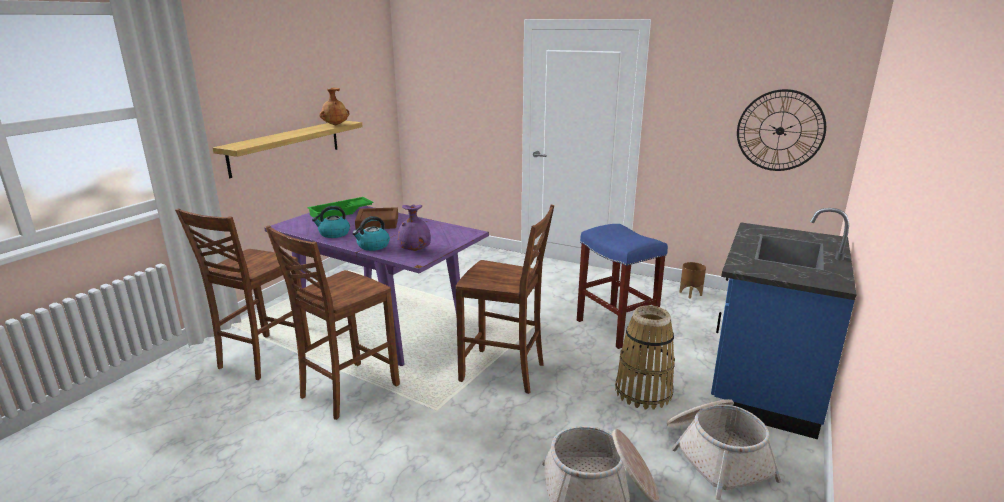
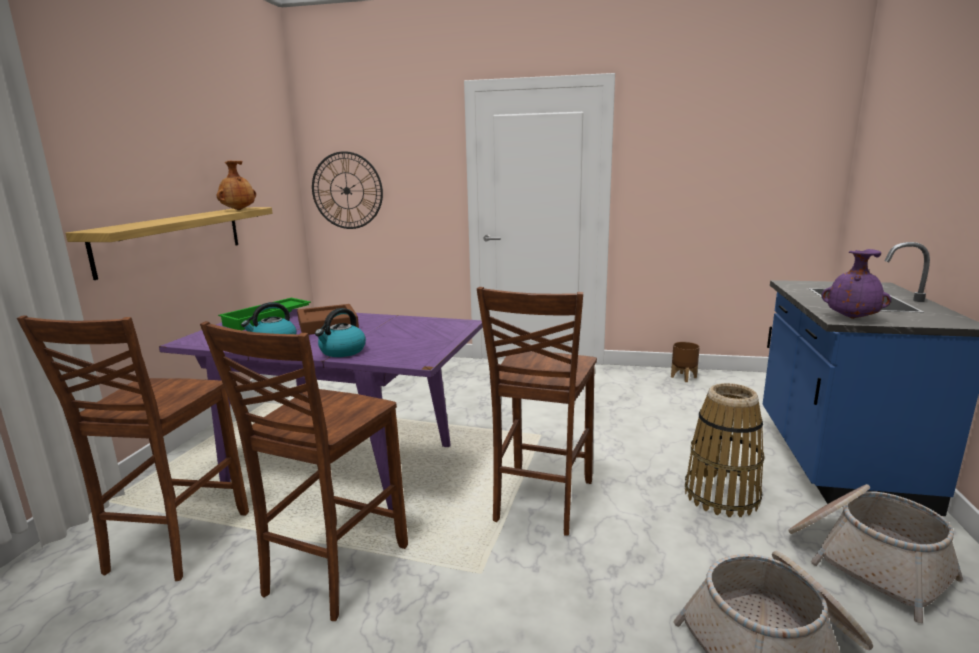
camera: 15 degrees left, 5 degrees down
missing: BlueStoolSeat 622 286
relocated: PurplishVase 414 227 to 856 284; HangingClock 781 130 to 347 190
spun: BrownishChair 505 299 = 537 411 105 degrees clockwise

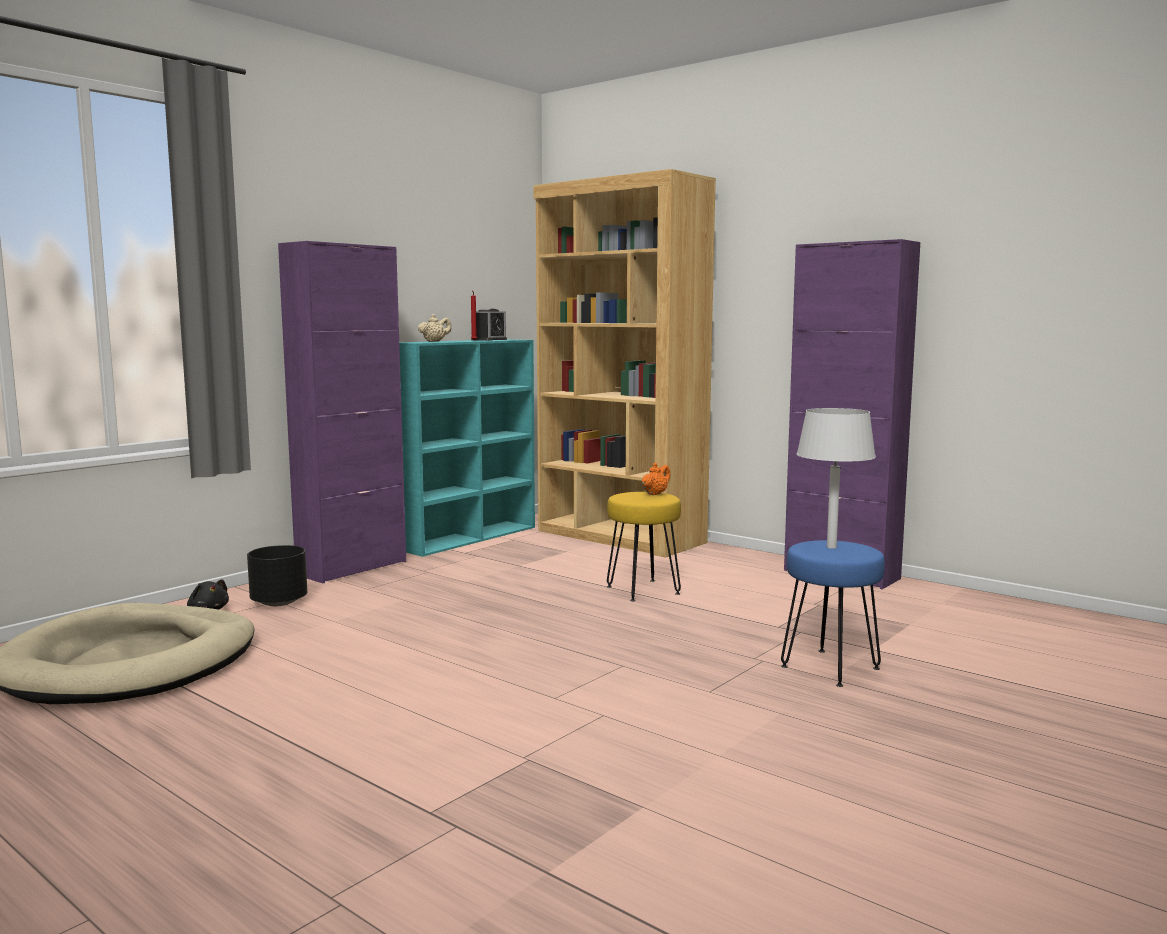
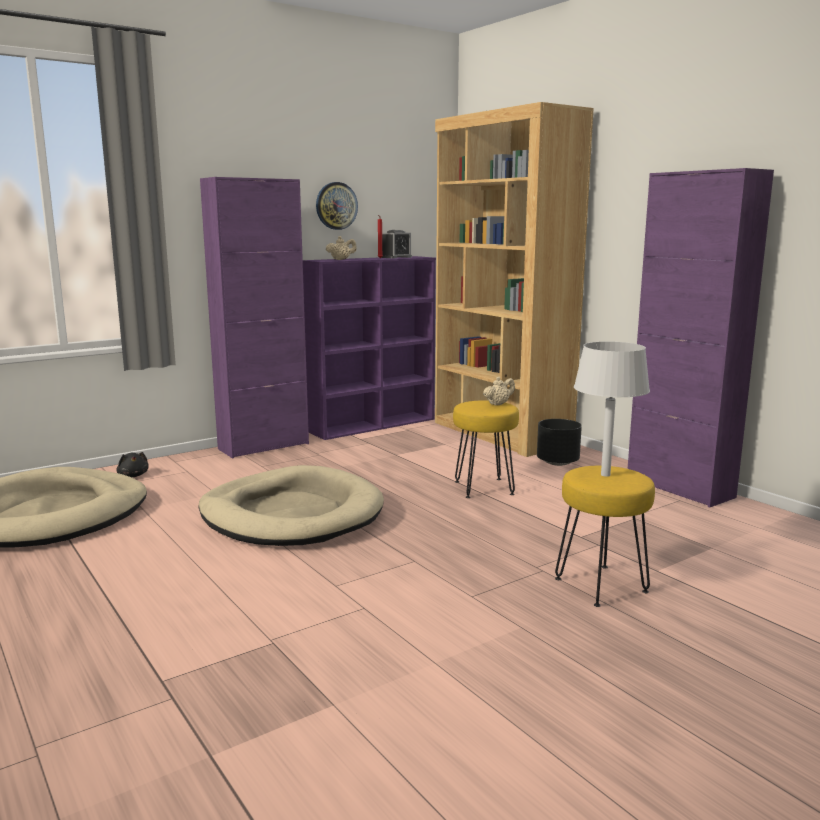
camera: 15 degrees right, 5 degrees up
appeared: SandColouredDogBed 291 505; HangingClock 337 206
relocated: BlackishPlanter 277 575 to 559 442
colour: TurquoiseShelvingUnit 467 448 to PurplishShelvingUnit 369 348; OrangeTeapot 656 479 to SandColouredTeapot 499 391; BlueStoolSeat 833 613 to YellowStoolSeat 605 536

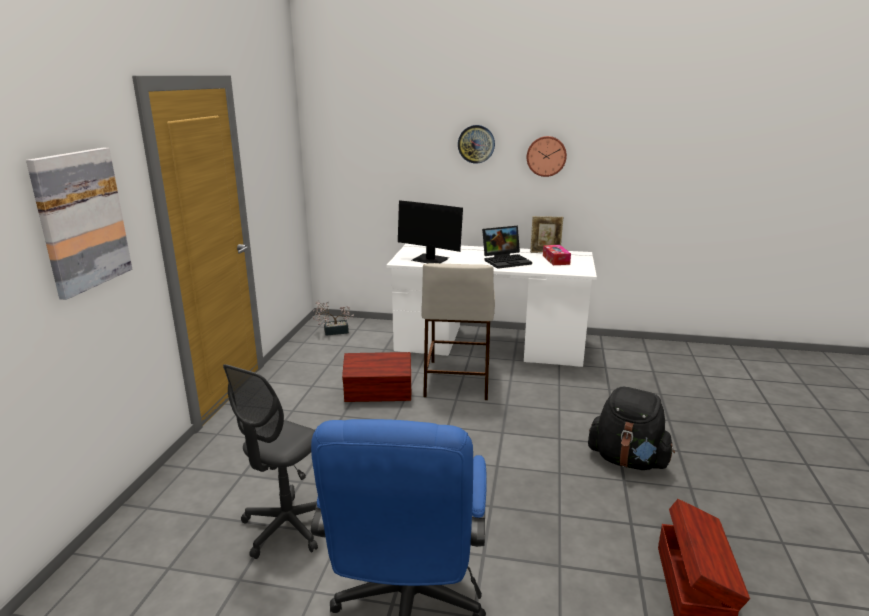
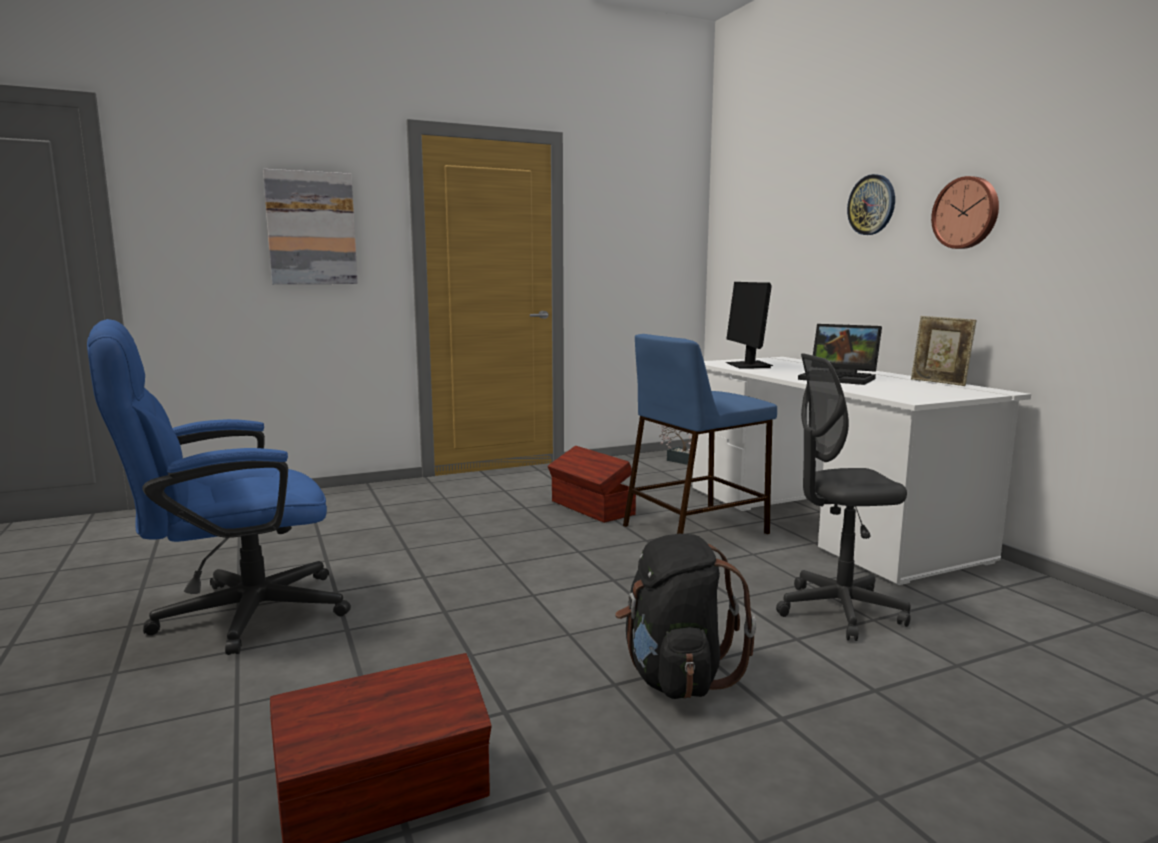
camera: 55 degrees right, 10 degrees down
missing: TissueHolder 557 255
relocated: GreyOfficeChair 270 461 to 843 497
colour: SandColouredStoolSeat 458 331 to BlueStoolSeat 700 434

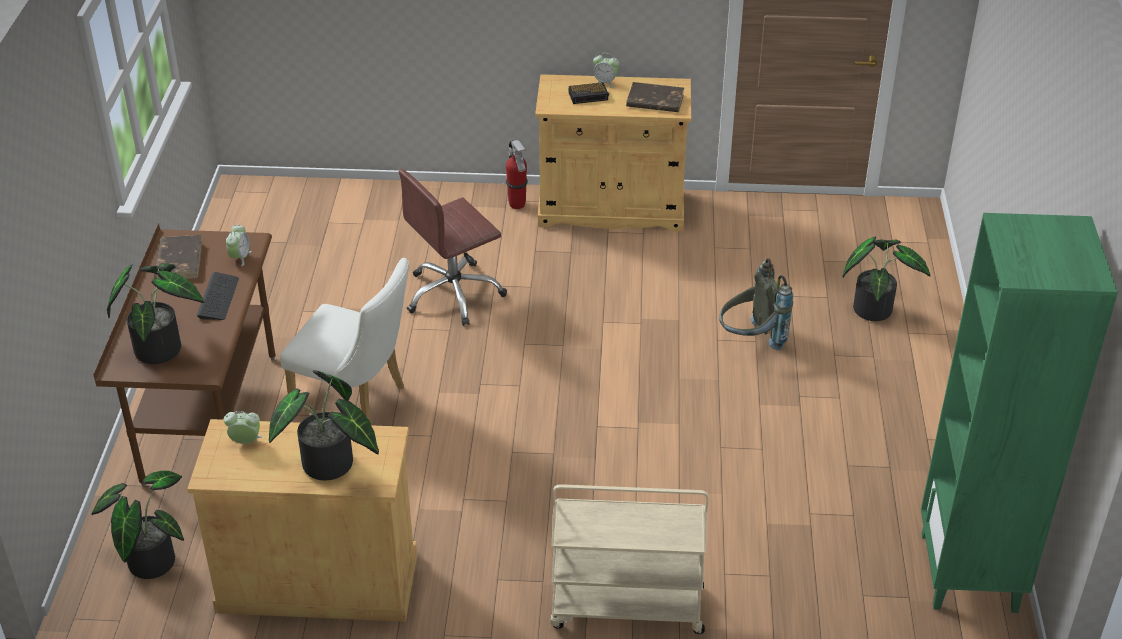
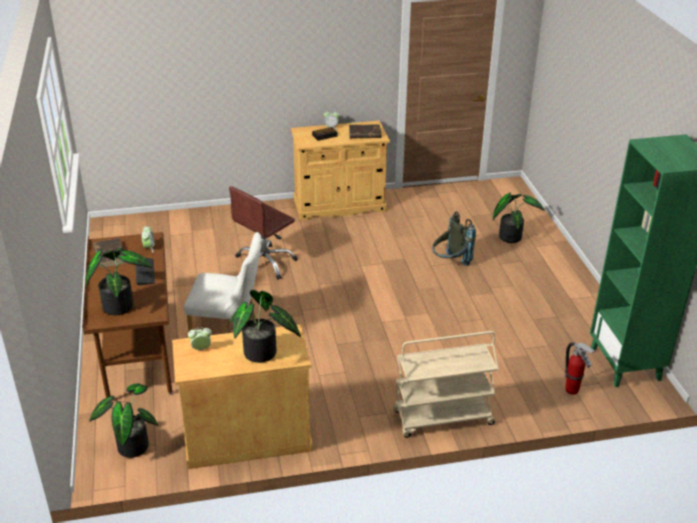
camera: 15 degrees left, 5 degrees down
relocated: Extinguisher 517 174 to 580 369

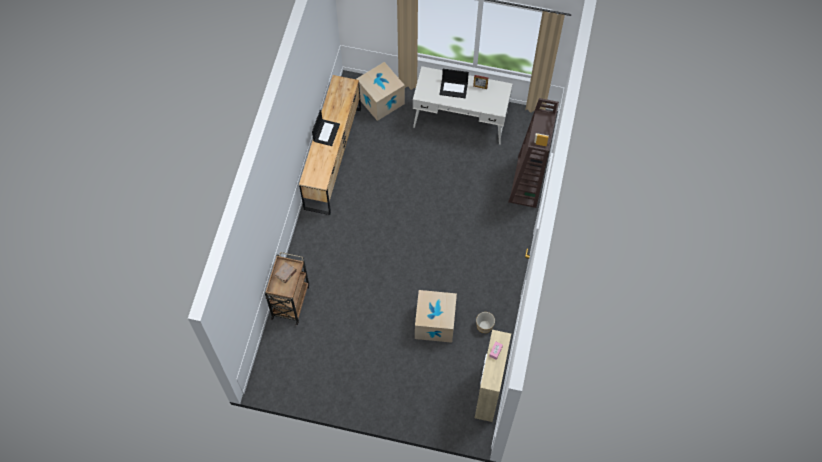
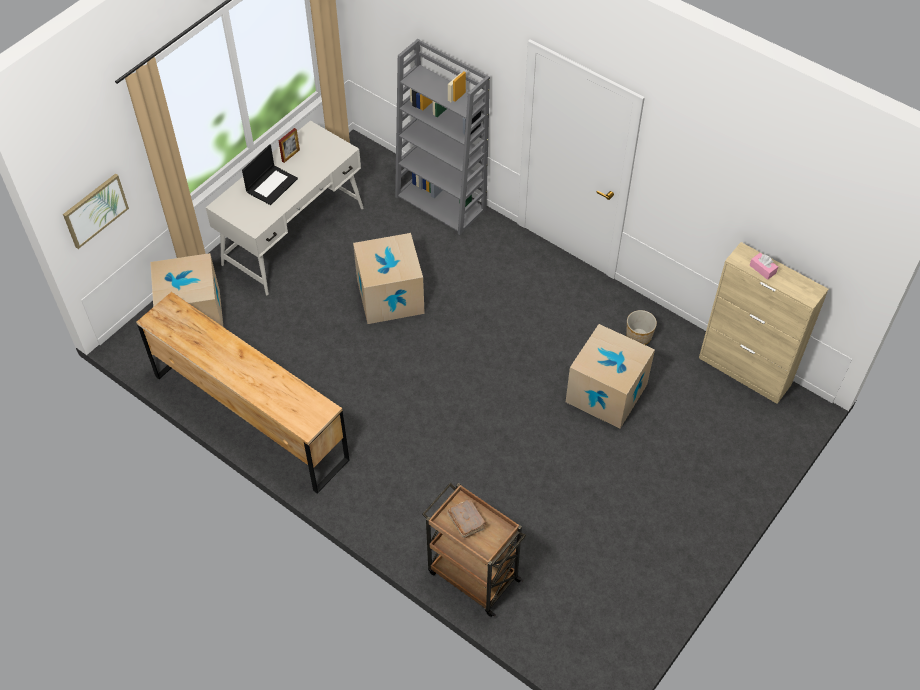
camera: 65 degrees left, 10 degrees down
missing: NotebookComputer 326 128
appeared: WallArt 96 211; CardboardBox 389 278
colour: BrownishShelvingUnit 533 153 to GreyShelvingUnit 442 137

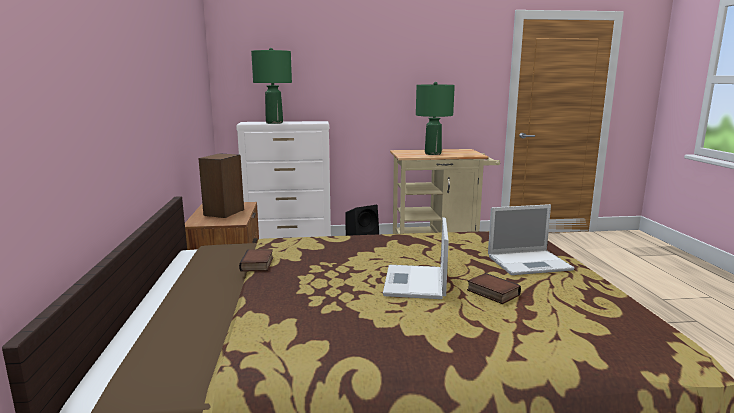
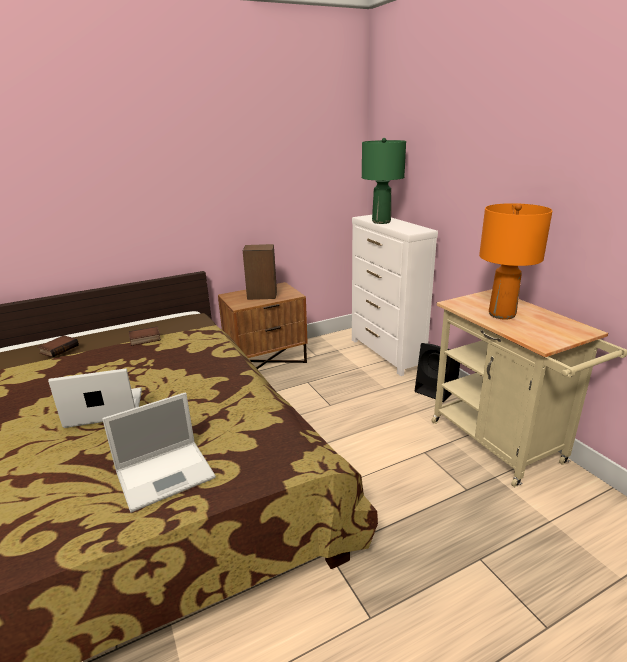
camera: 70 degrees right, 10 degrees up
relocated: BoundBook 494 288 to 58 346
colour: GreenishTabletopLamp 435 118 to OrangeTabletopLamp 516 261
spun: NotebookComputer 531 239 = 159 452 90 degrees counterclockwise

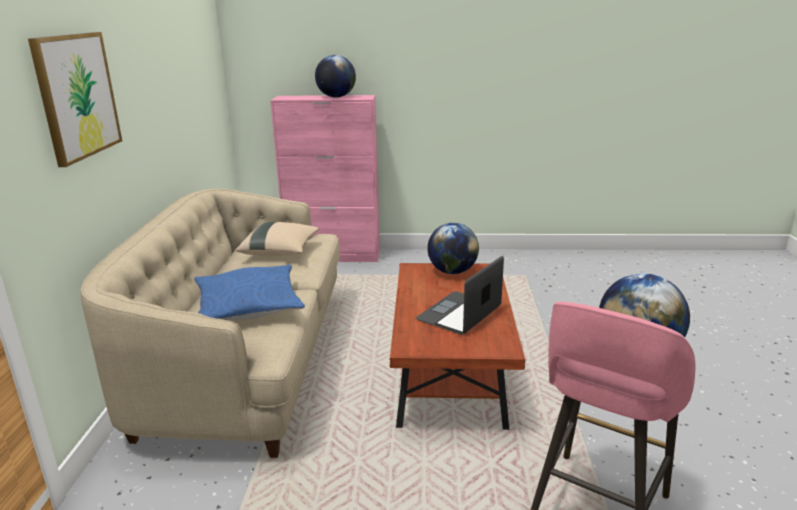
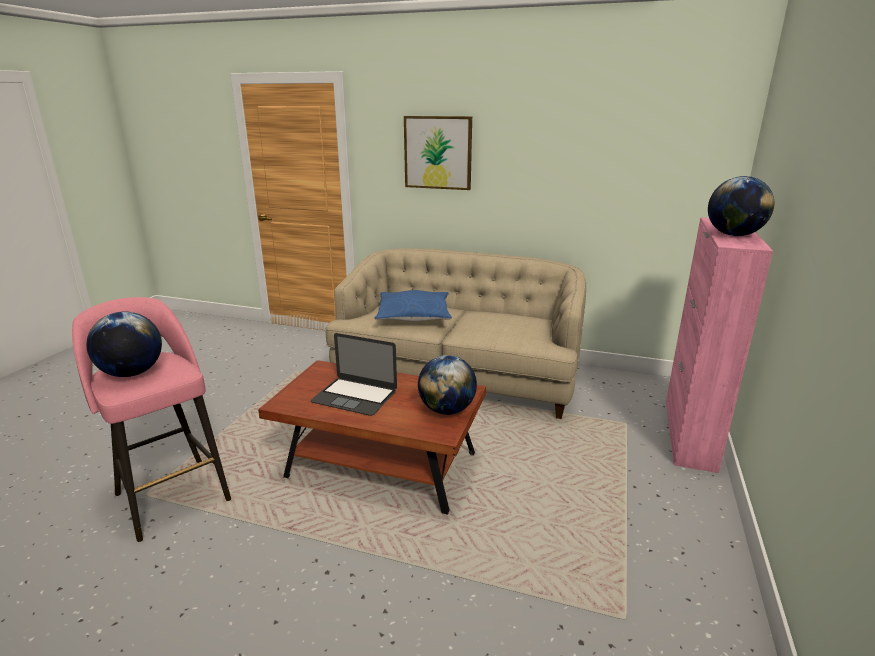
camera: 105 degrees right, 0 degrees up
missing: SandColouredPillow 277 239
spun: NotebookComputer 460 295 = 353 374 150 degrees clockwise

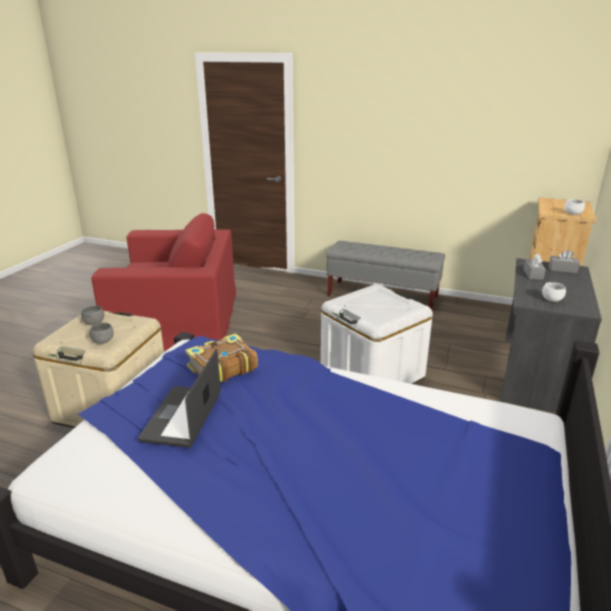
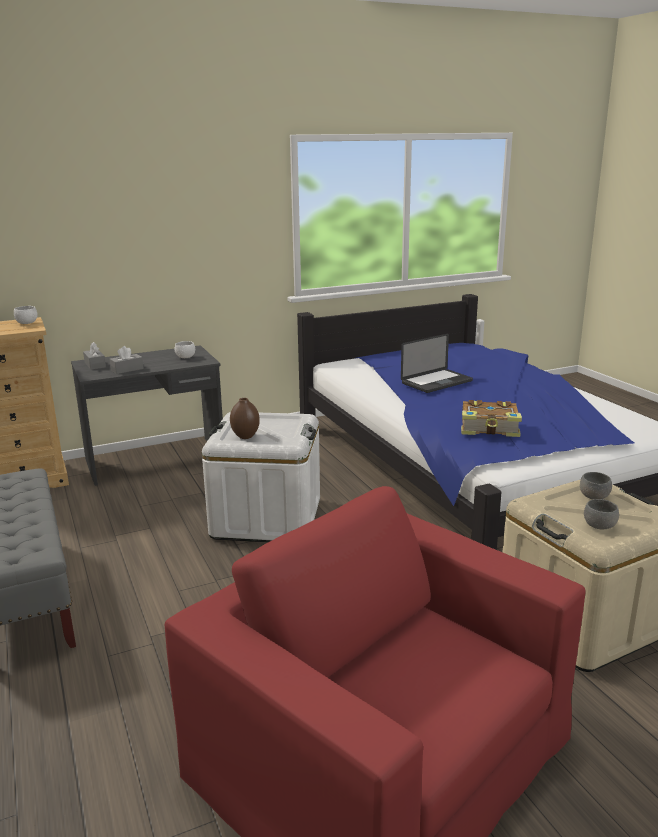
camera: 135 degrees left, 5 degrees down
appeared: BrownishVase 245 418
relocated: NotebookComputer 179 398 to 437 363

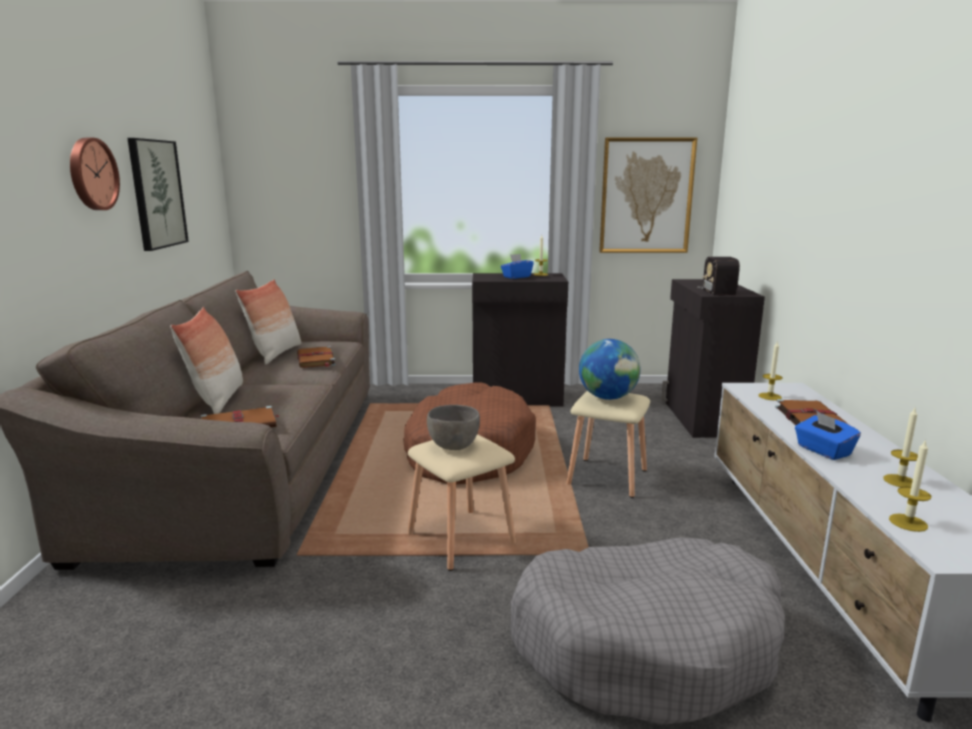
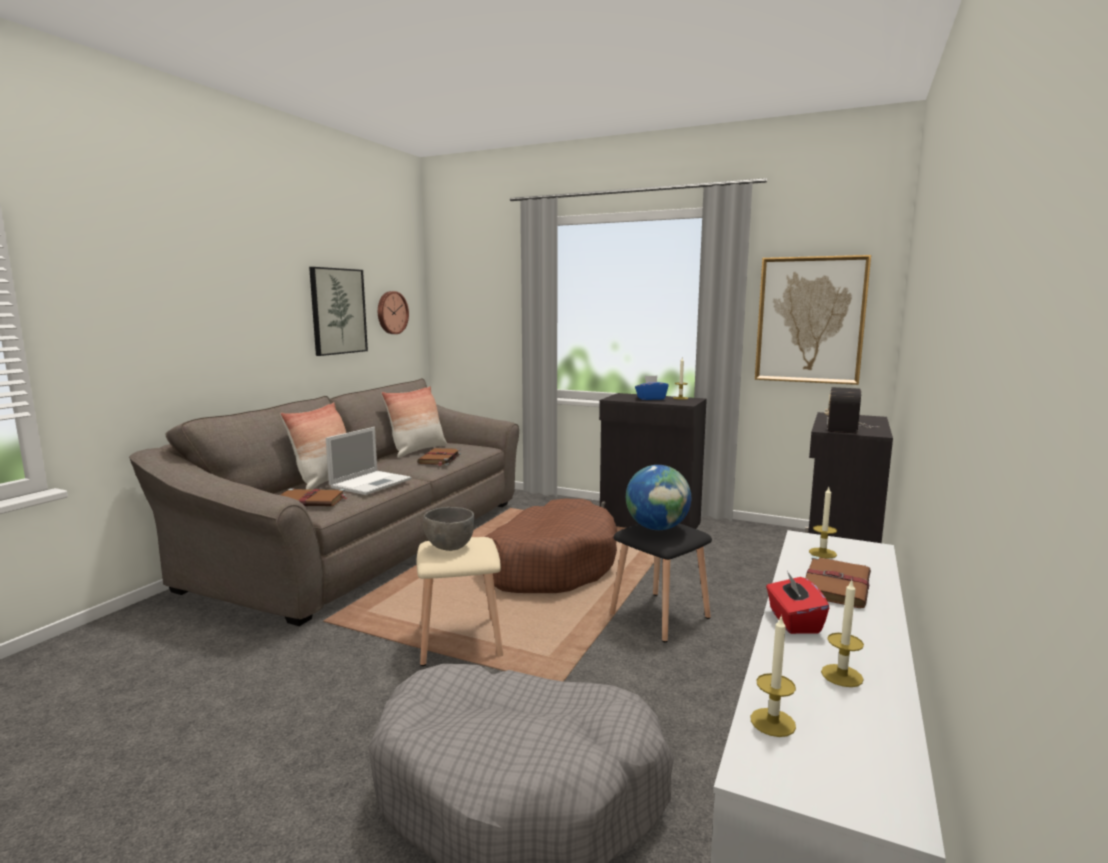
camera: 25 degrees right, 5 degrees down
appeared: NotebookComputer 368 461
relocated: HangingClock 95 174 to 393 312
colour: SandColouredStoolSeat 608 444 to BlackishStoolSeat 661 582; BlueTissueHolder 828 435 to ReddishTissueHolder 797 602

